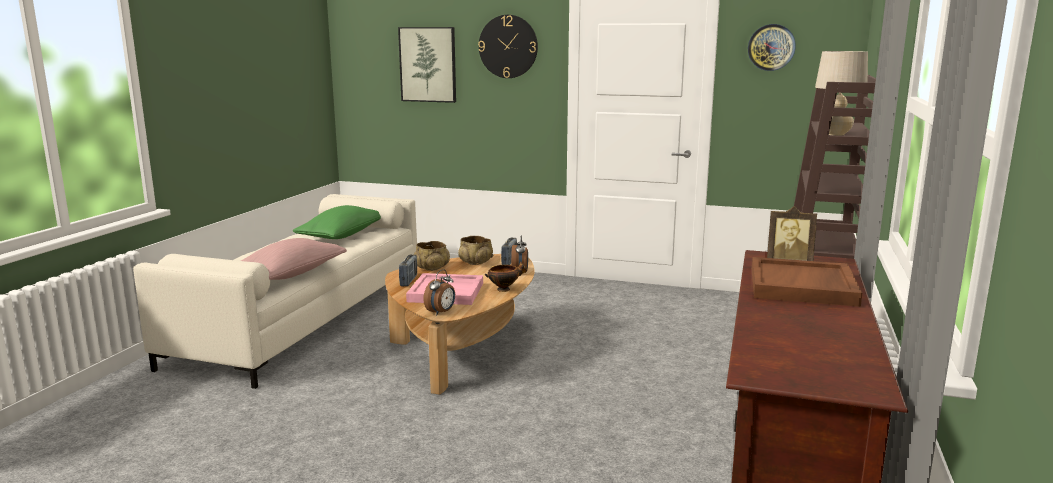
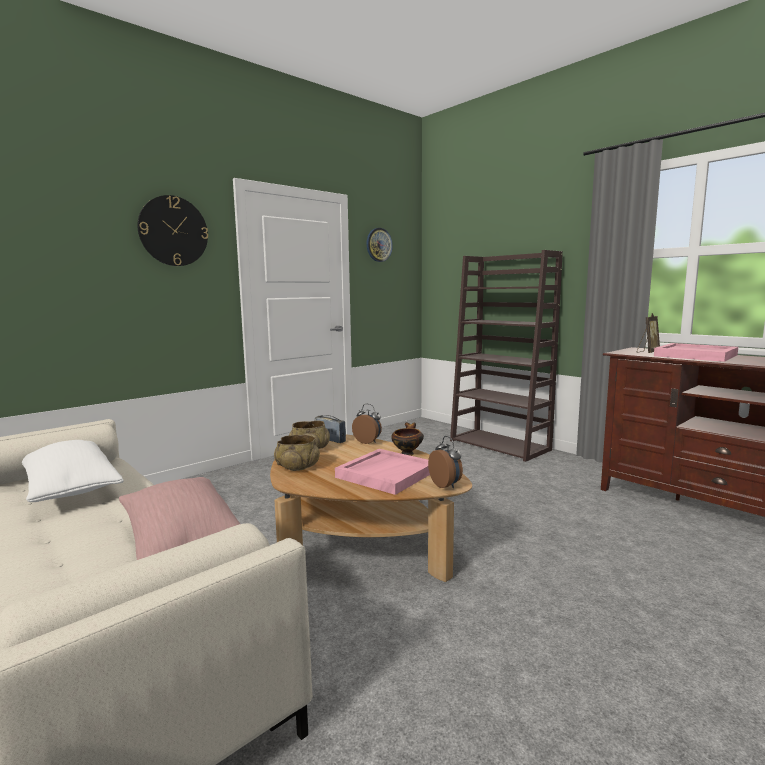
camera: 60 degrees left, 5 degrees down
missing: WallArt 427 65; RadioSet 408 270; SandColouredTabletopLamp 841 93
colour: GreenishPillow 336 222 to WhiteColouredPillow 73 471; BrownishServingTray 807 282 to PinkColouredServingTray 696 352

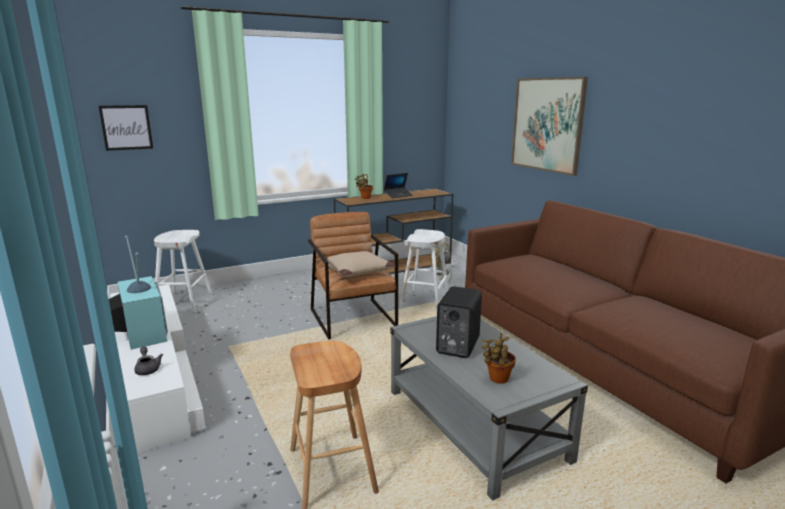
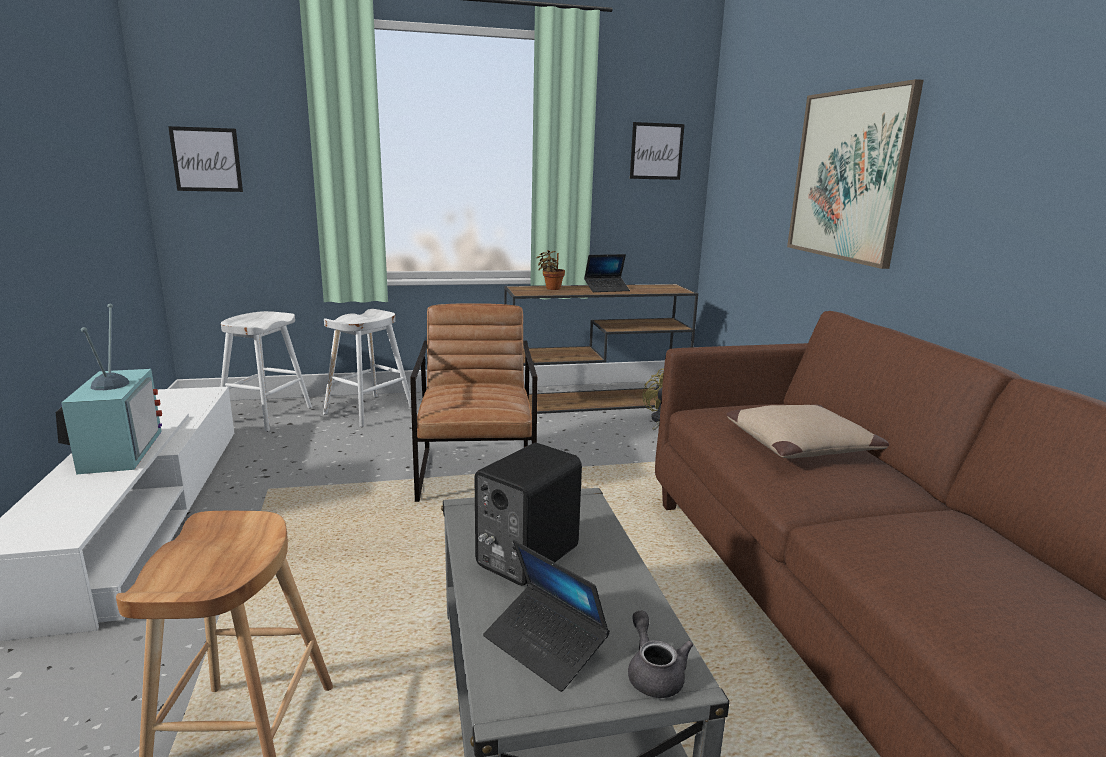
camera: 15 degrees right, 0 degrees up
appeared: WallArt 657 151
relocated: GreyTeapot 148 360 to 660 654; SandColouredPillow 359 264 to 807 432; WhiteColouredStoolSeat 424 270 to 367 368
exchanged: PottedPlant 499 358 to NotebookComputer 546 616

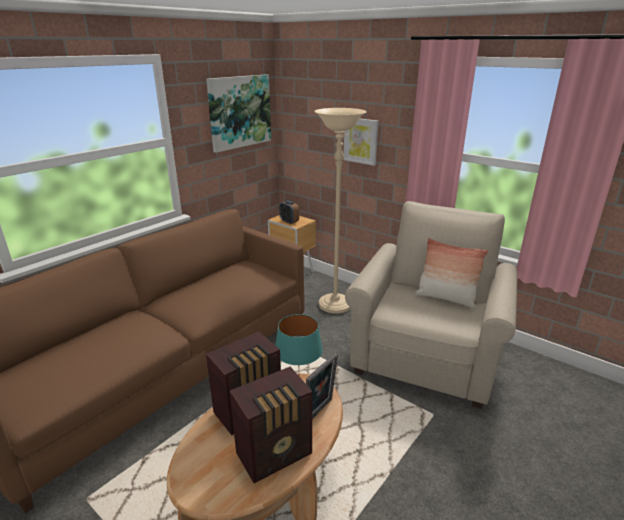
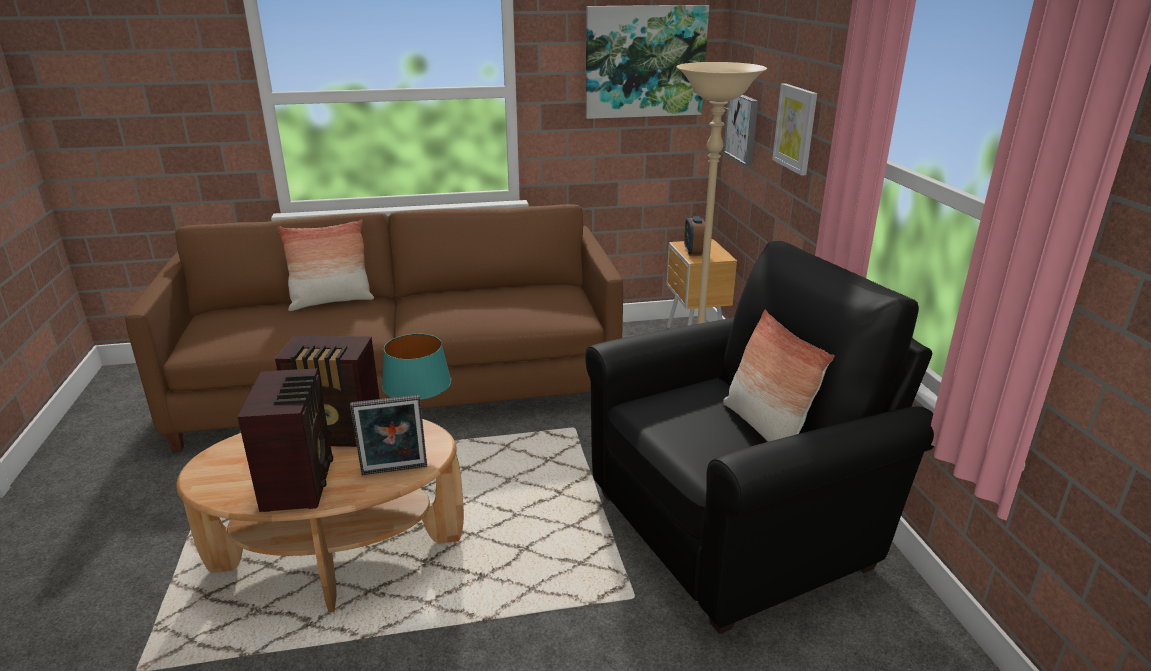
camera: 40 degrees right, 0 degrees up
appeared: Pillow 325 265; WallArt 740 130
colour: SandColouredArmchair 431 305 to BlackishArmchair 759 437
spun: RadioSet 271 425 = 285 440 105 degrees counterclockwise

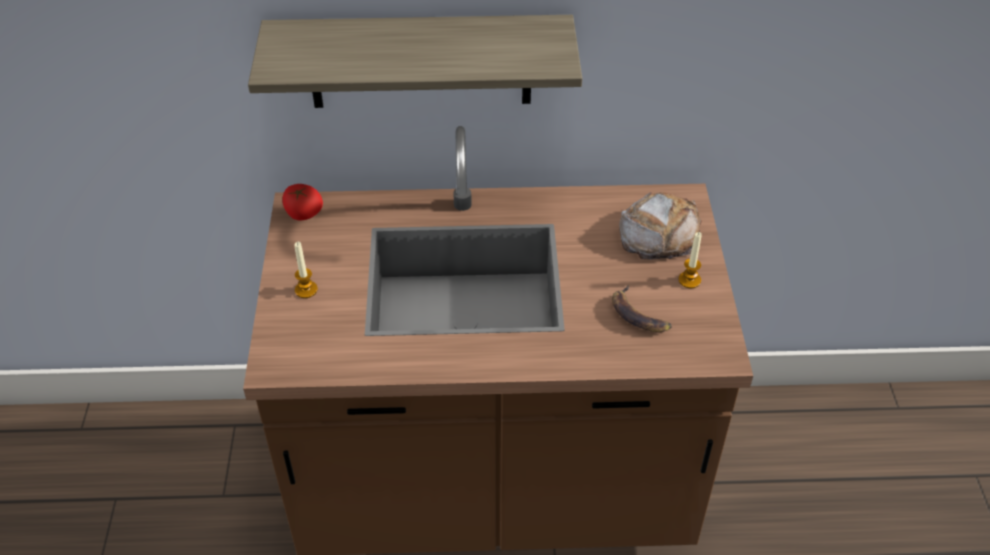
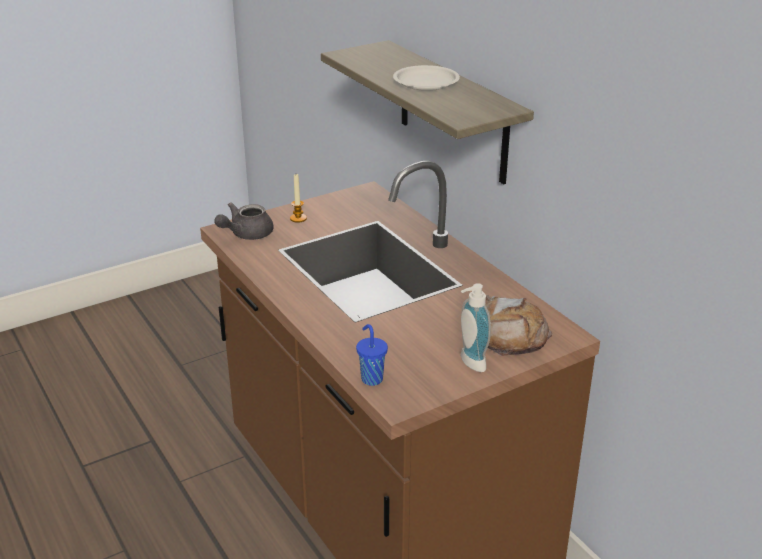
camera: 60 degrees right, 15 degrees down
missing: FreshTomato 302 202; Banana 642 308
appeared: GreyTeapot 243 221; BlueDrinkingCup 372 355; WhiteColouredFlatDish 426 78
exchanged: Candle 690 260 to SoapBottle 475 327

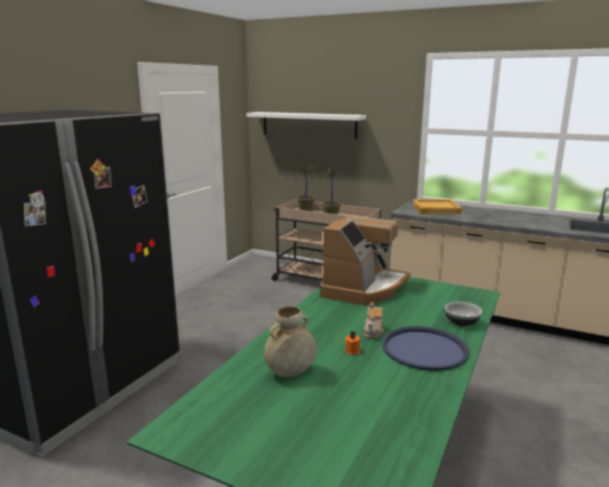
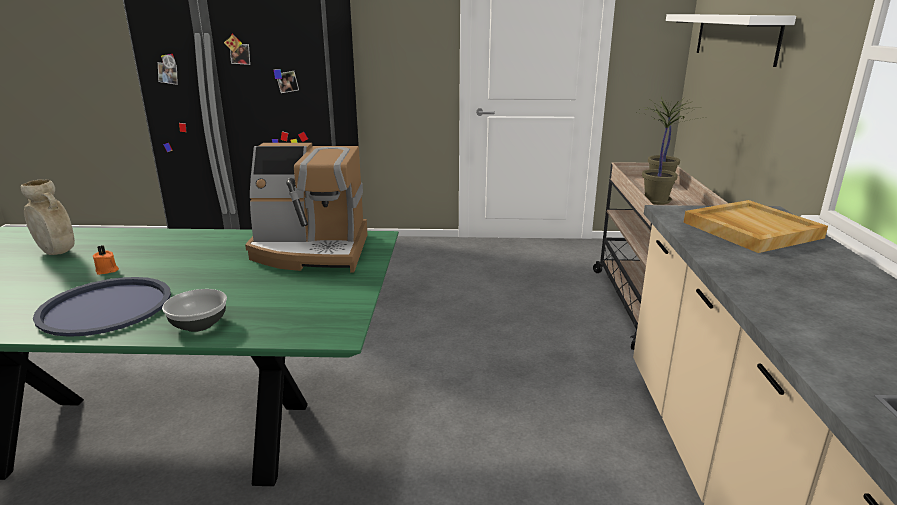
camera: 65 degrees right, 5 degrees up
missing: Teapot 373 320

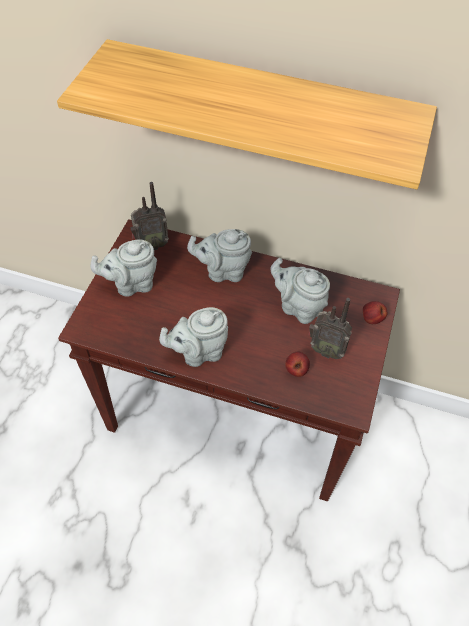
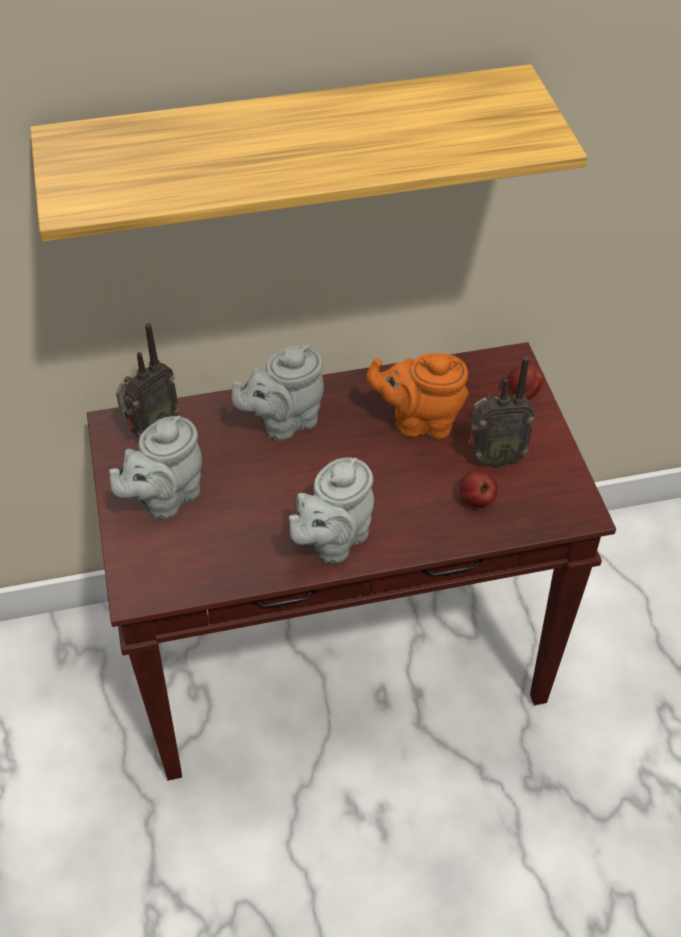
camera: 30 degrees left, 5 degrees down
colour: GreyTeapot 300 291 to OrangeTeapot 417 396

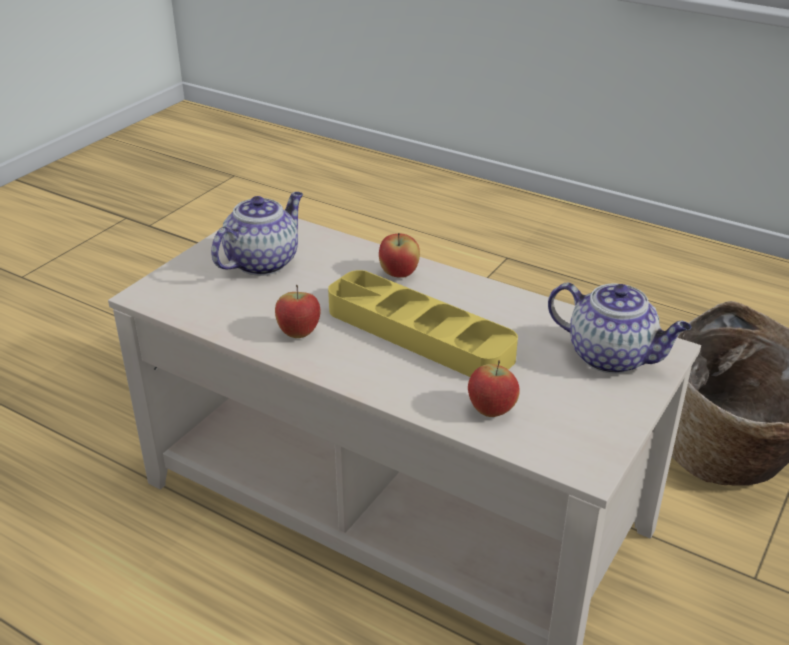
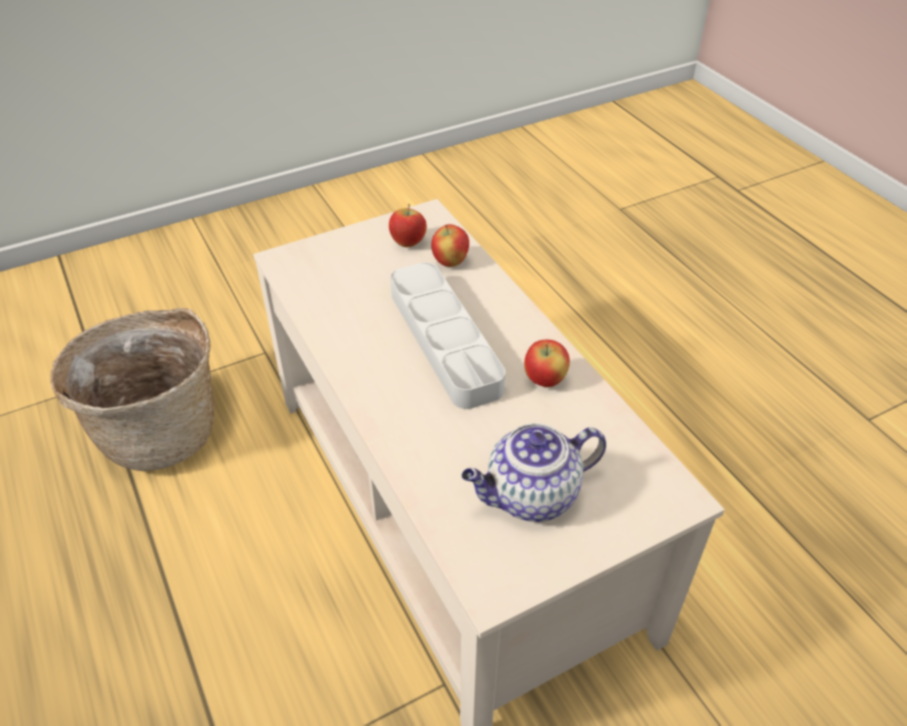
camera: 150 degrees left, 10 degrees up
missing: Teapot 619 328
relocated: AppleFruit 399 255 to 408 225
colour: YellowServingTray 423 323 to GreyServingTray 447 336

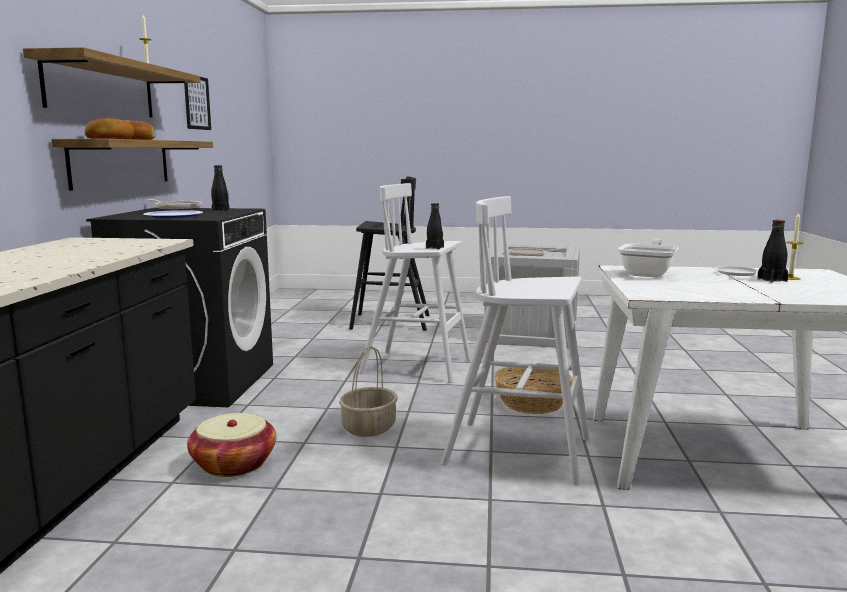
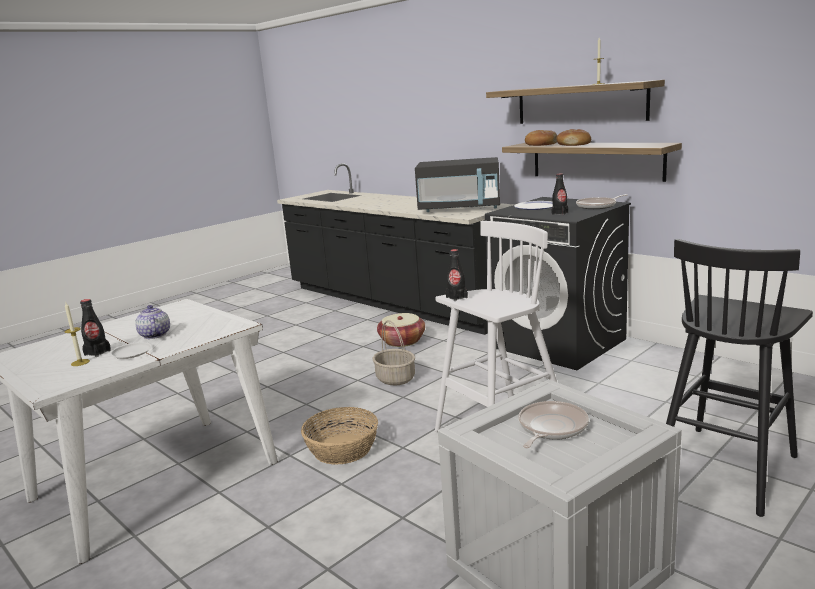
camera: 130 degrees right, 5 degrees up
missing: WallArt 197 103; WhiteColouredStoolSeat 515 340; Pan 648 258
appeared: Teapot 152 322; BlackishMicrowaveOven 457 184

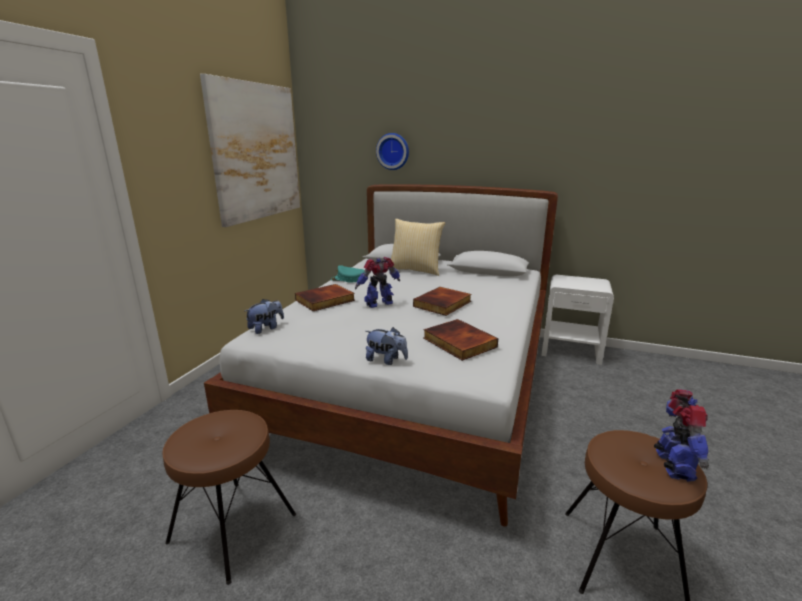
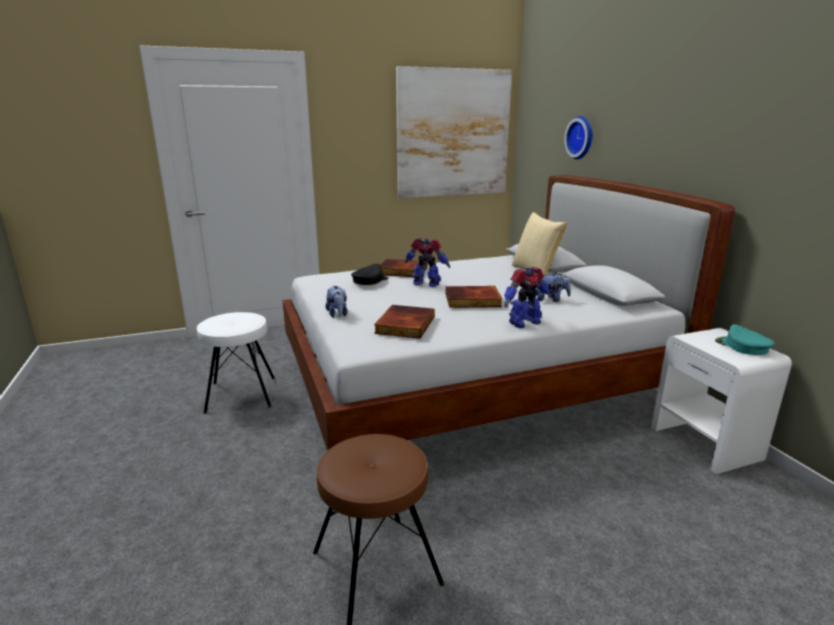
camera: 50 degrees right, 0 degrees up
appeared: BlackishCap 370 274
relocated: SoftToy 264 316 to 553 287; TurquoiseCap 348 274 to 745 339; ModelRobot 681 435 to 528 297
colour: BrownishStoolSeat 229 497 to WhiteColouredStoolSeat 236 363

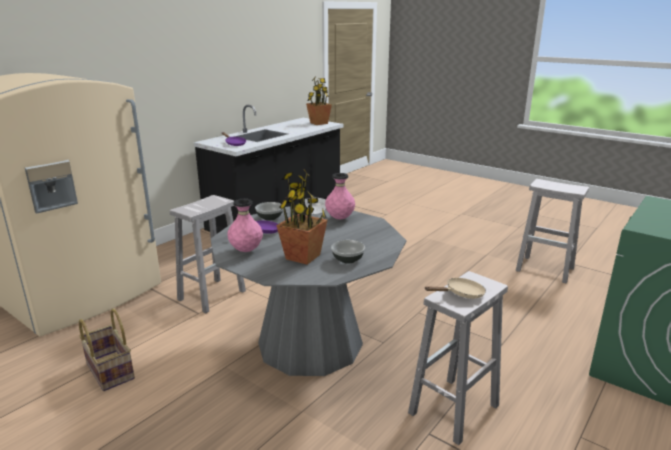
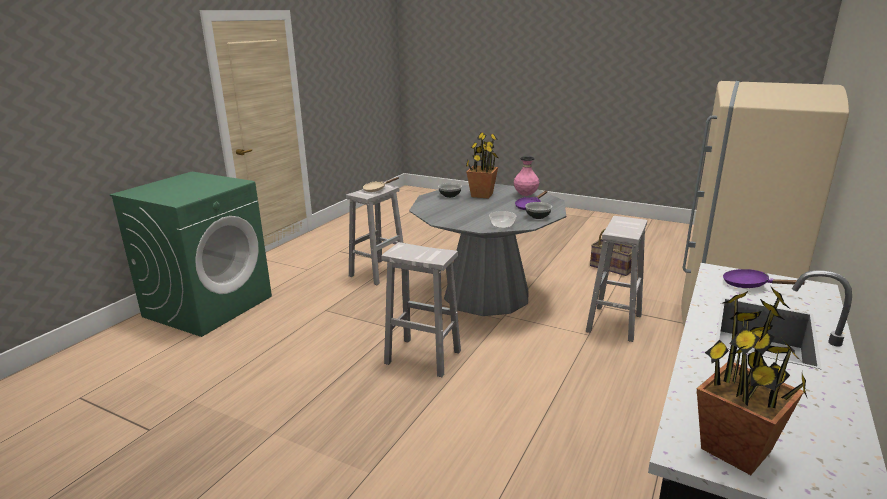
camera: 170 degrees right, 0 degrees up
missing: PinkColouredVase 340 196
relocated: WhiteColouredStoolSeat 552 231 to 421 309

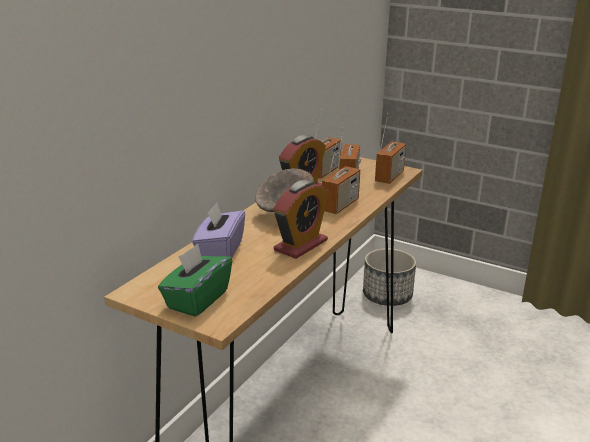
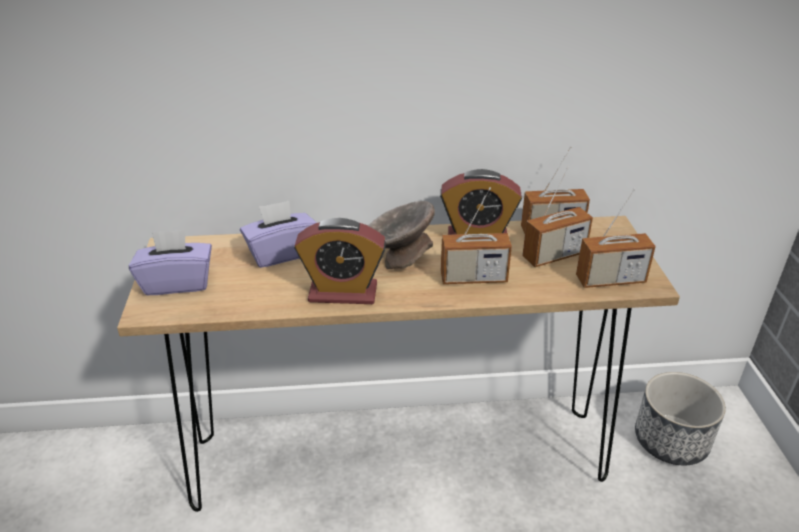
camera: 55 degrees right, 10 degrees up
colour: GreenishTissueHolder 195 280 to PurplishTissueHolder 170 262

